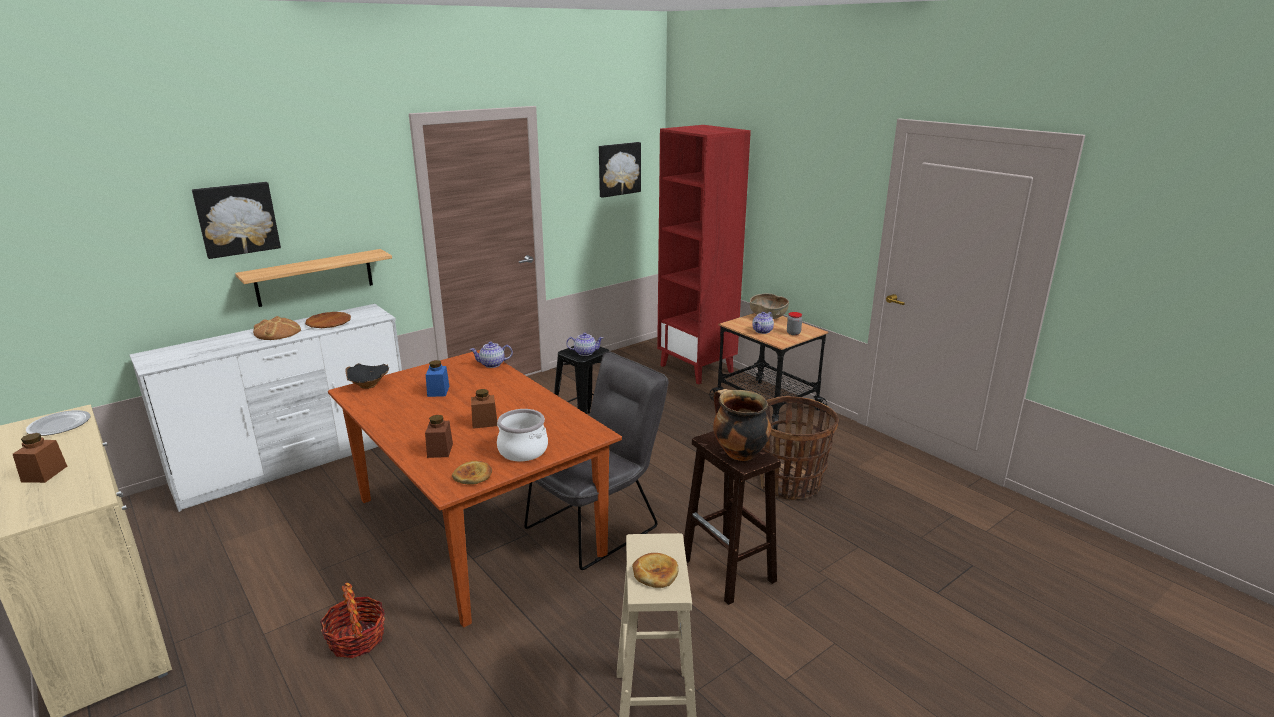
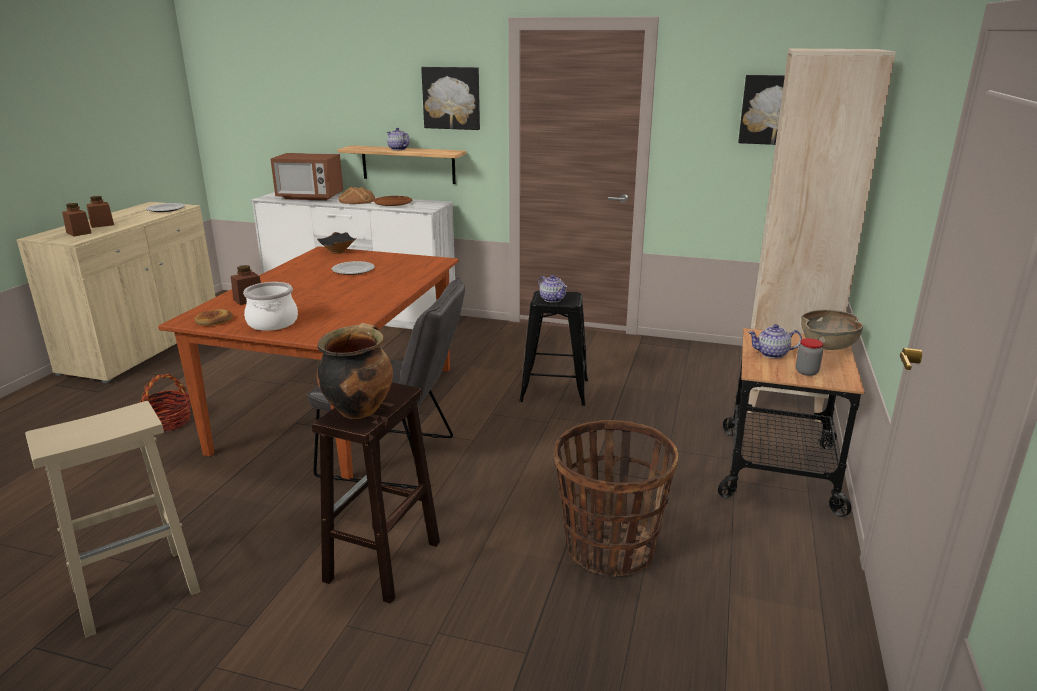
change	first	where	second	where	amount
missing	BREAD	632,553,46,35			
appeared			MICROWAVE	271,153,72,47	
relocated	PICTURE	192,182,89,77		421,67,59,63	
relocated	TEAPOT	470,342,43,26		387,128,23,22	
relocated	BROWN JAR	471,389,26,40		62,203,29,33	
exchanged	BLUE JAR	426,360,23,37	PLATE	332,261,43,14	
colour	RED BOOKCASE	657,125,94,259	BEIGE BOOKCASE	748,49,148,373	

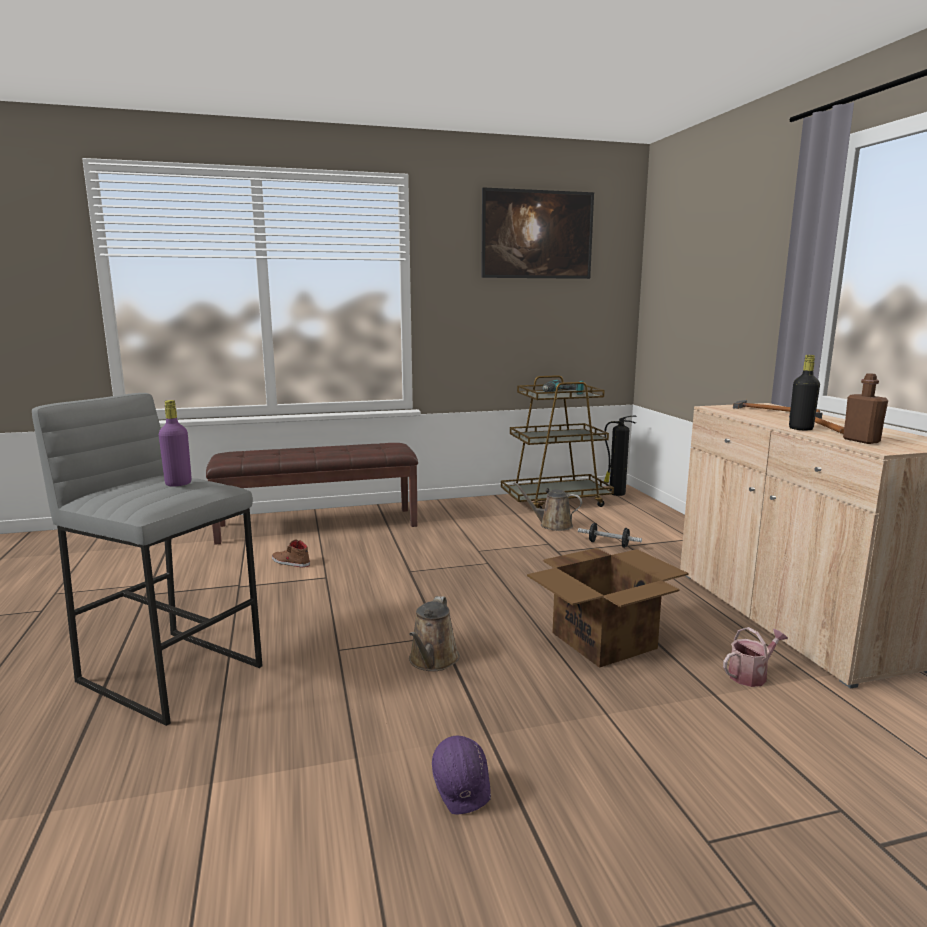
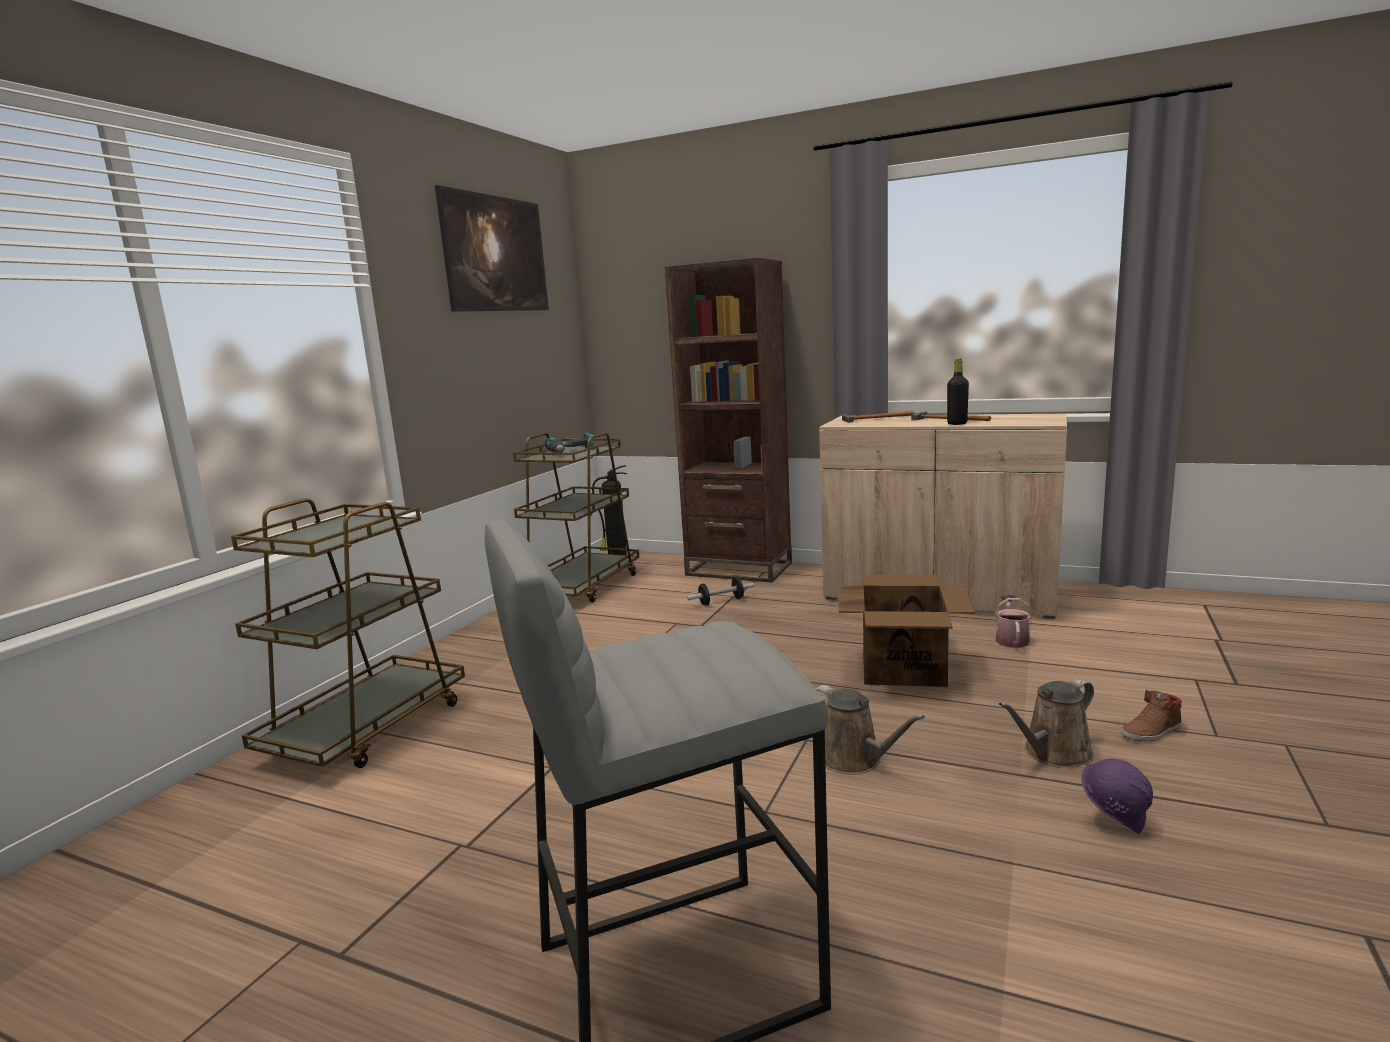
change	first	where	second	where	amount
missing	PURPLE BOTTLE	159,400,33,87			
missing	BROWN BOTTLE	843,373,45,71			
appeared			BROWN BOOKCASE	665,258,127,325	
relocated	BROWN SHOE	272,539,38,29		1121,690,61,51	
relocated	BROWN WATERING CAN	513,482,69,49		999,679,95,88	
exchanged	BROWN BENCH	206,443,212,102	BROWN CART	231,498,234,270	

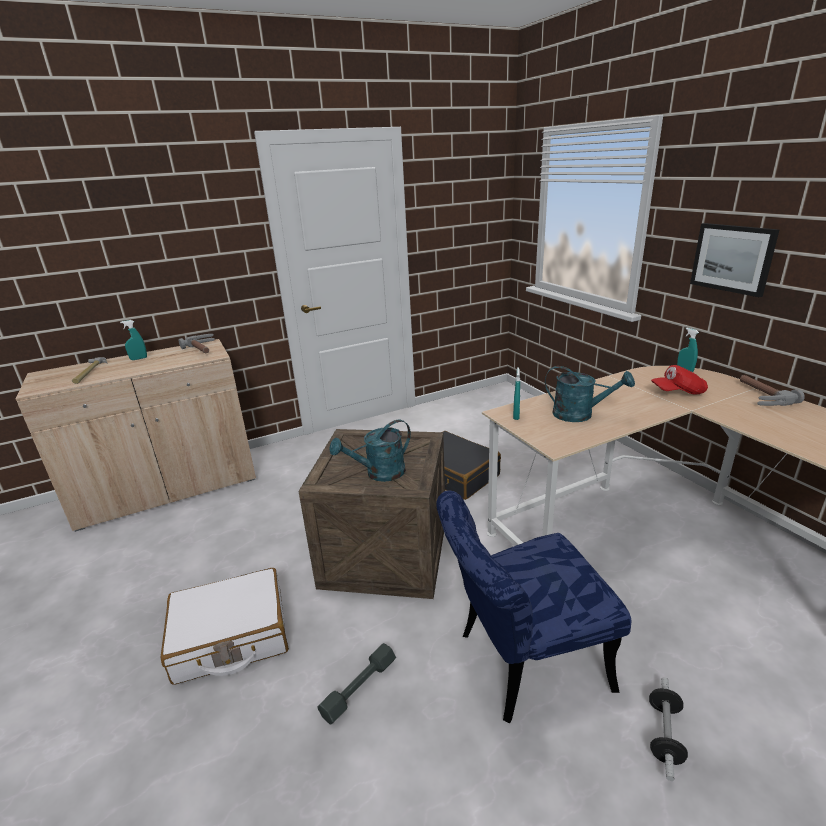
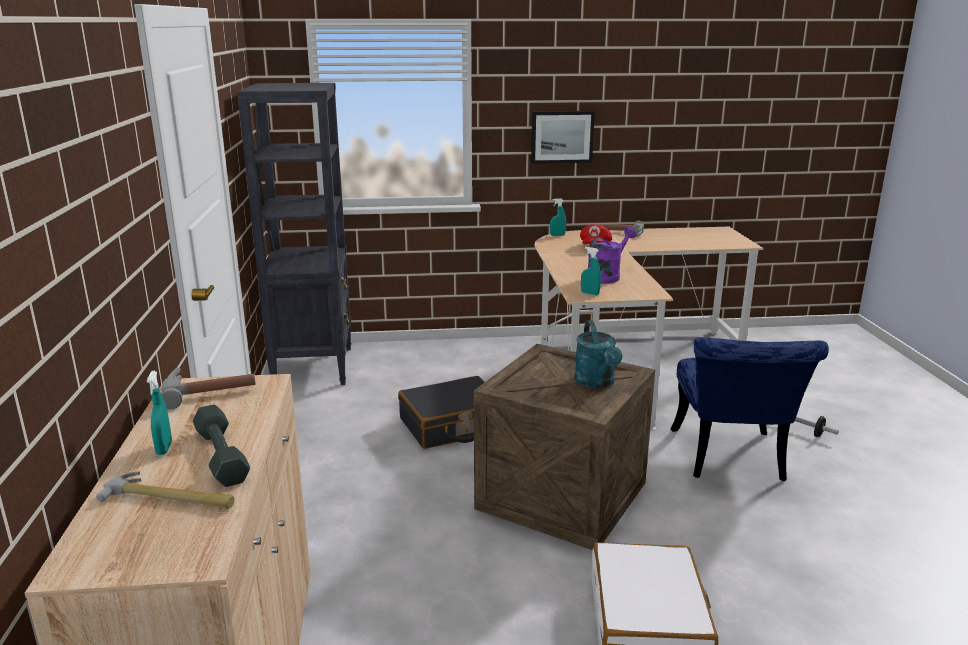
change	first	where	second	where	amount
appeared			BLACK BOOKCASE	237,83,114,302	
relocated	GREY DUMBBELL	317,643,79,82		193,405,57,82	
colour	TURQUOISE WATERING CAN	545,366,90,56	PURPLE WATERING CAN	588,226,49,58	

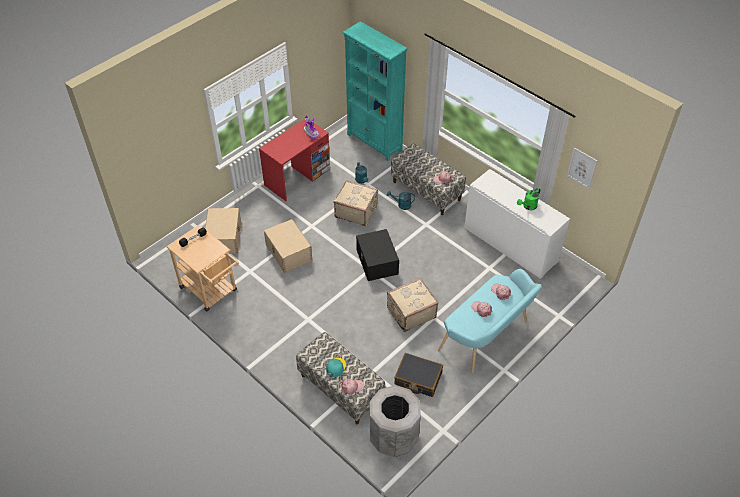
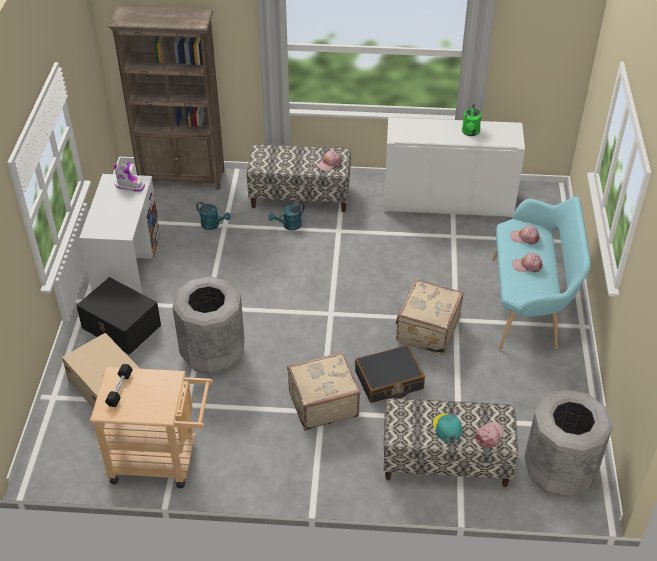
change	first	where	second	where	amount
missing	PICTURE	567,147,31,42			
relocated	BEIGE SUITCASE	334,180,44,46		287,352,74,79	
relocated	BLACK STORAGE BOX	356,229,43,52		76,277,85,78	
relocated	BLACK SUITCASE	394,353,49,44		355,345,70,58	
exchanged	BEIGE STORAGE BOX	264,219,48,54	GREY TRASH CAN	172,276,73,99	
colour	RED DESK	259,119,71,82	WHITE DESK	79,174,81,120	
colour	TURQUOISE BOOKCASE	342,21,66,140	BROWN BOOKCASE	109,7,115,183	

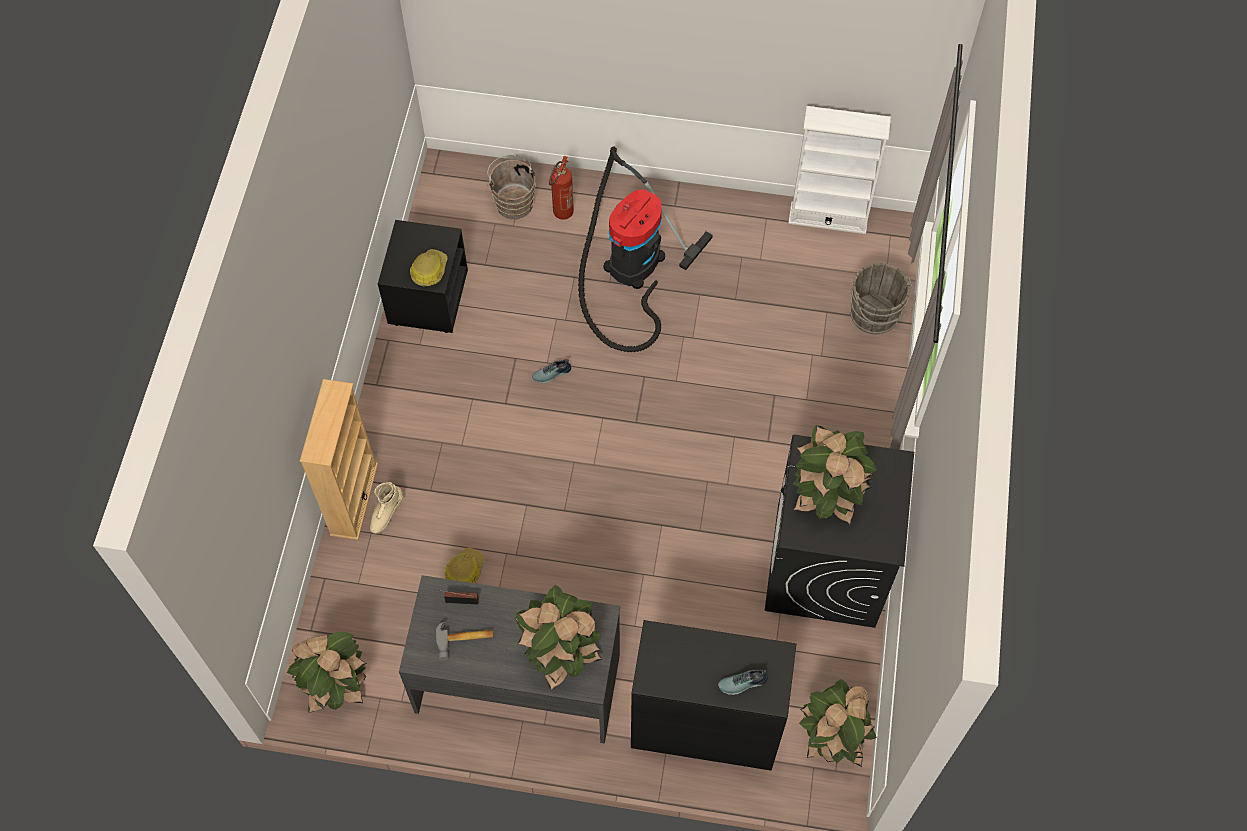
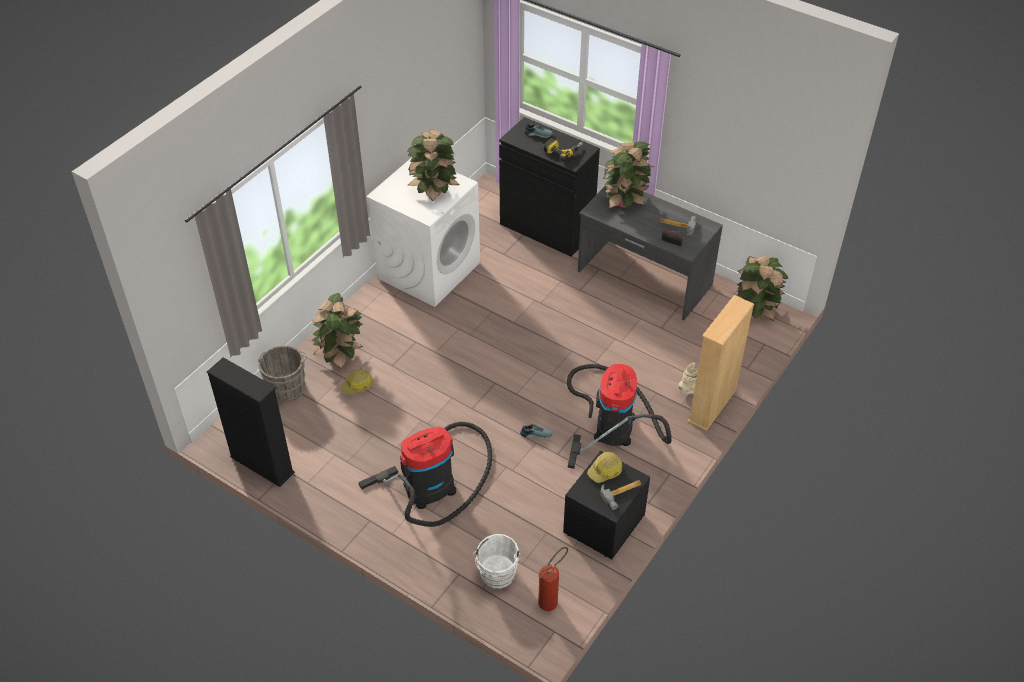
change	first	where	second	where	amount
appeared			POWER DRILL	543,138,40,23	
appeared			VACUUM CLEANER	567,364,105,105	
appeared			HAMMER	600,480,41,30	
relocated	HARD HAT	444,547,41,37		340,369,33,26	
relocated	FIRE EXTINGUISHER	549,156,25,64		538,547,30,64	
relocated	POTTED PLANT	799,679,78,88		311,293,52,76	
colour	BROWN BUCKET	487,154,49,65	WHITE BUCKET	473,534,48,55	
colour	BLACK WASHING MACHINE	765,435,149,193	WHITE WASHING MACHINE	366,158,114,149	
colour	WHITE BOOKCASE	788,106,103,128	BLACK BOOKCASE	207,357,88,130	

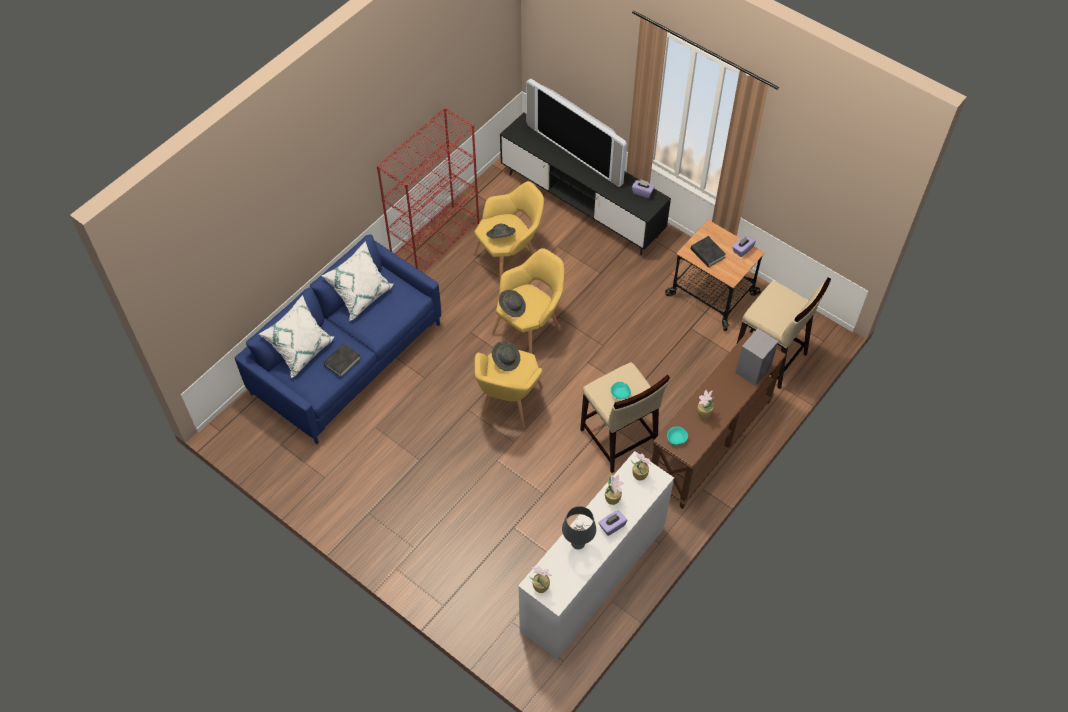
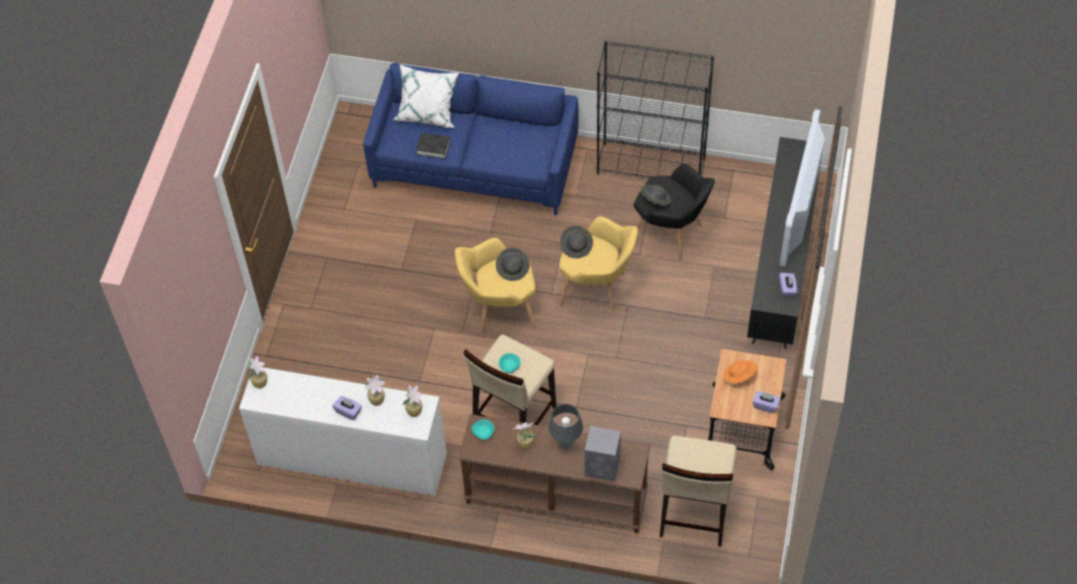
change	first	where	second	where	amount
missing	WHITE PILLOW	322,241,71,80			
relocated	GREY TABLE LAMP	562,506,34,43		549,404,34,45	
exchanged	BLACK BOOK	691,236,35,31	ORANGE HAT	723,360,34,23	
colour	RED BOOKCASE	377,107,102,165	BLACK BOOKCASE	597,41,117,137	
colour	YELLOW ARMCHAIR	473,181,71,99	BLACK ARMCHAIR	634,163,81,96	

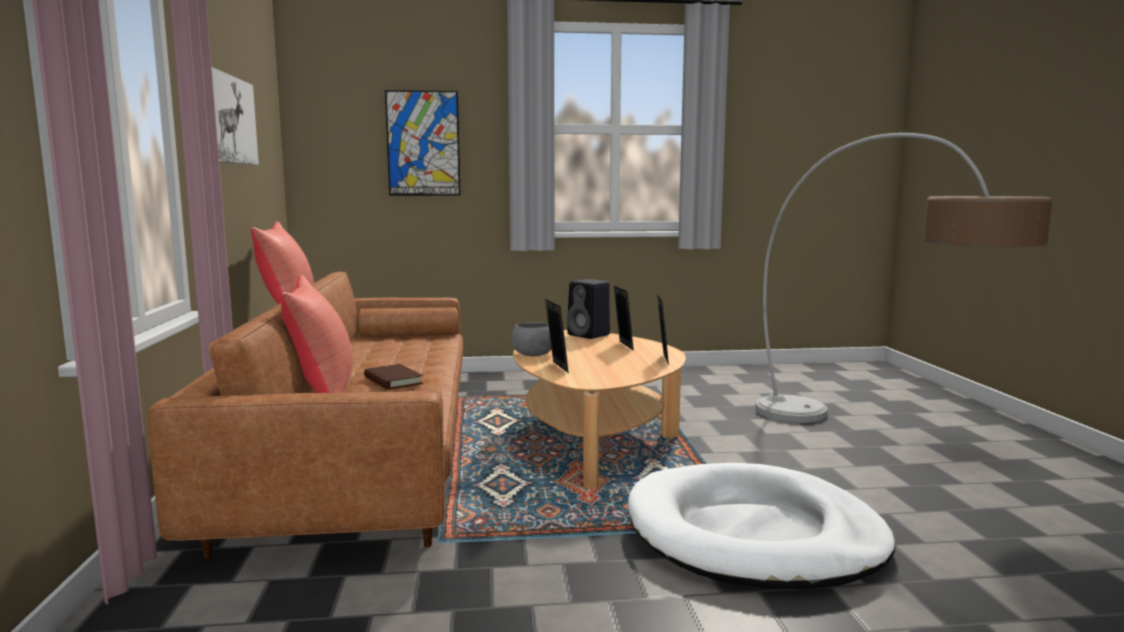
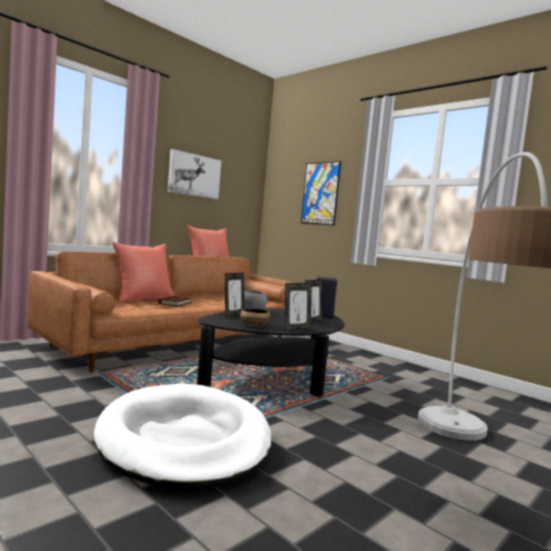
change	first	where	second	where	amount
appeared			BOWL	240,308,30,19	
colour	BEIGE COFFEE TABLE	513,330,173,159	BLACK COFFEE TABLE	197,308,148,89	

